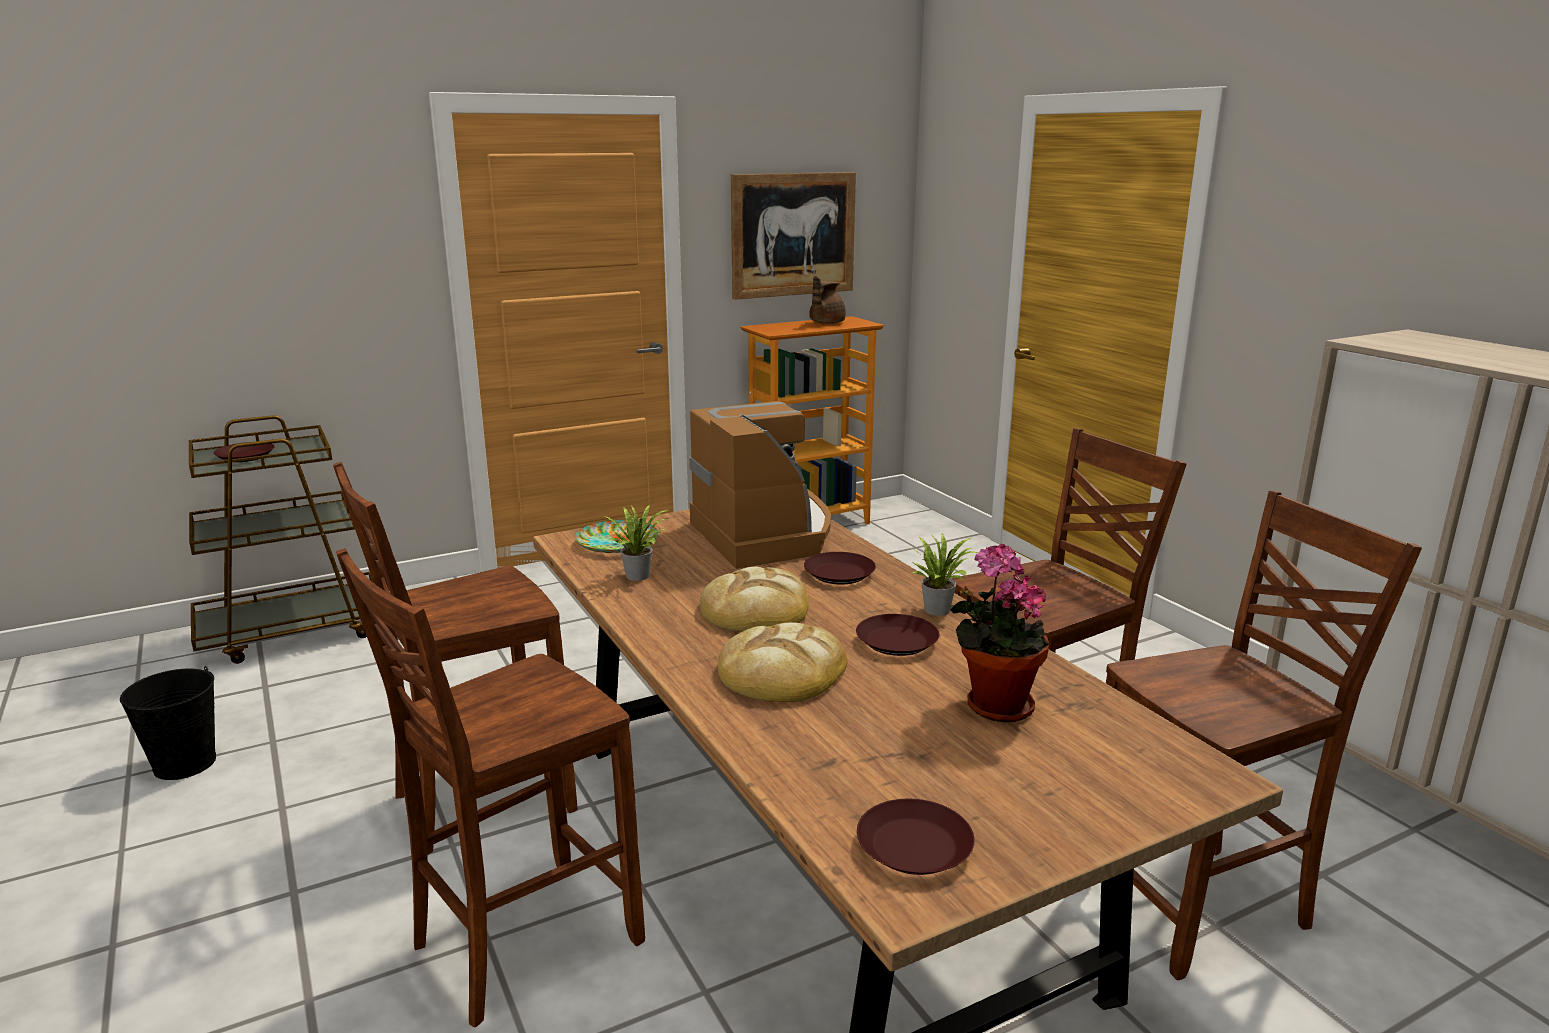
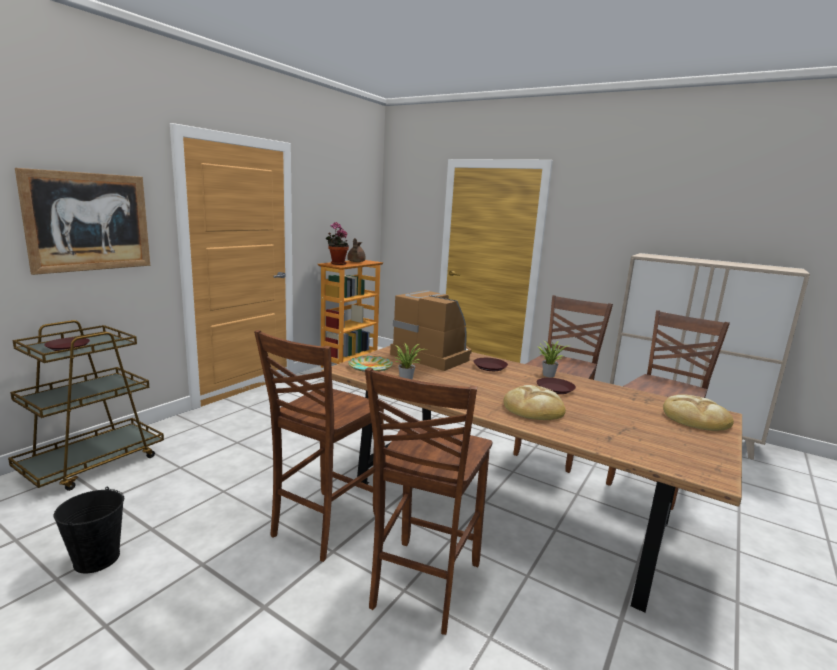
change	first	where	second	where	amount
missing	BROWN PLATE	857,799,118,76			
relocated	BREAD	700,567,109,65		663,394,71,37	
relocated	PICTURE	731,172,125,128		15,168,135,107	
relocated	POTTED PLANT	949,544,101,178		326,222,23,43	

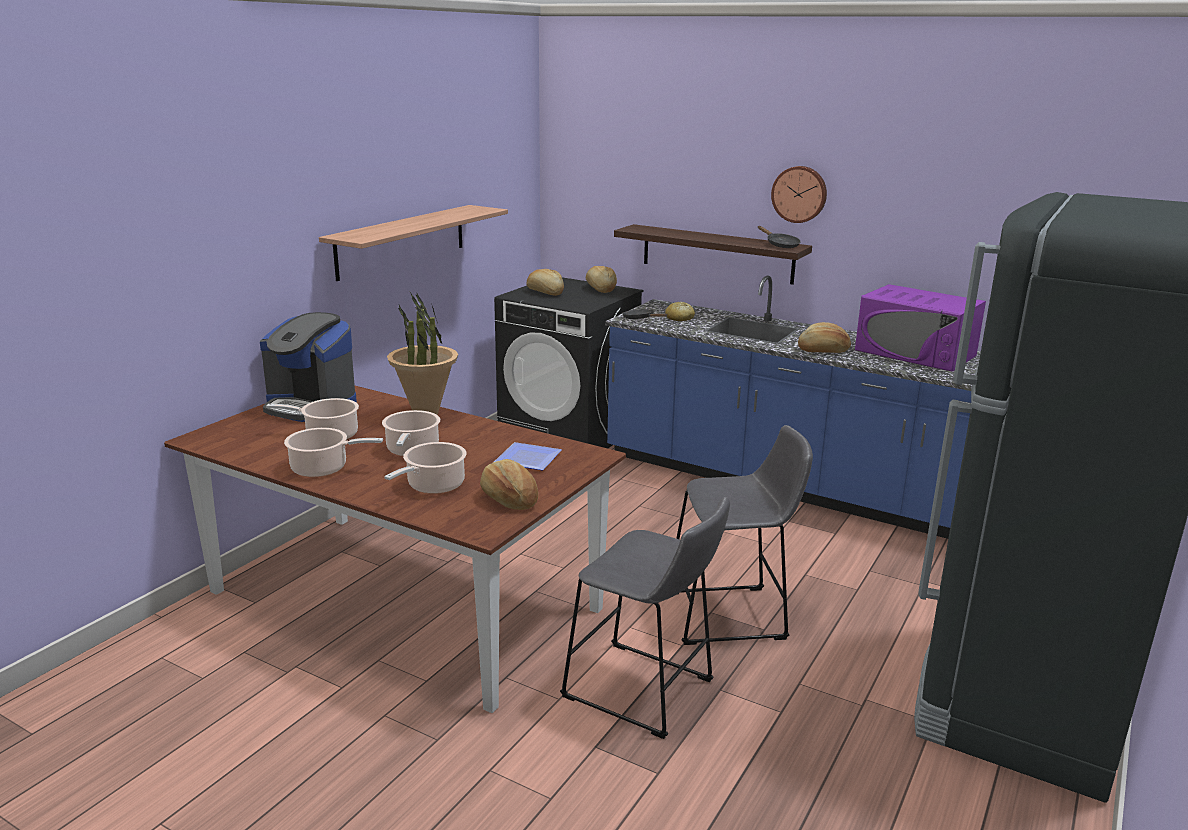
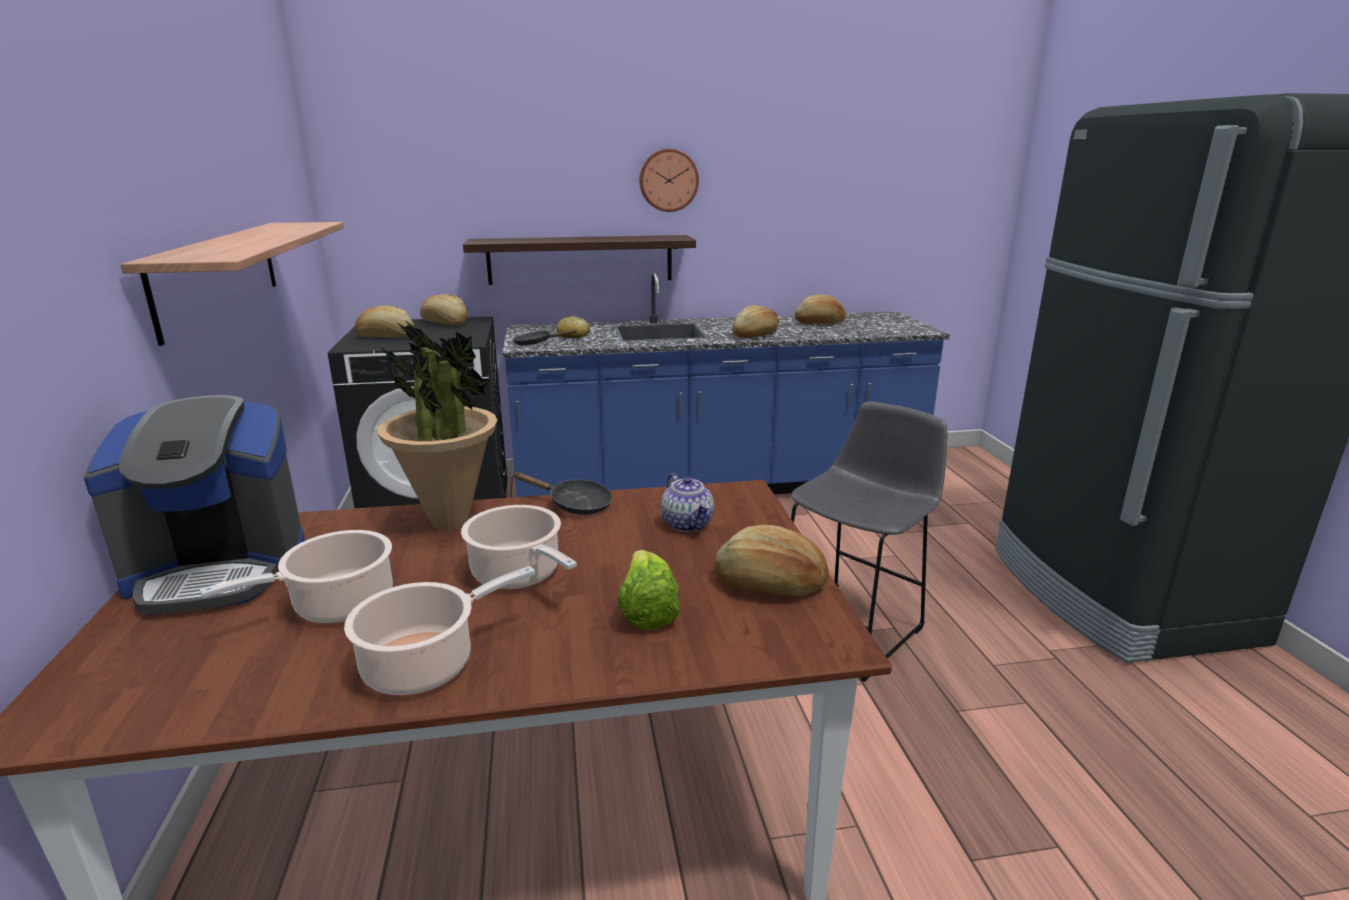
change	first	where	second	where	amount
missing	GREY STOOL	560,497,170,242			
relocated	BLACK FRYING PAN	758,226,43,22		513,472,100,43	
exchanged	COOKING POT	384,442,83,52	LETTUCE	617,550,63,80	
exchanged	PLATE	494,442,68,28	TEAPOT	661,474,53,58	
exchanged	PURPLE MICROWAVE	855,284,131,88	BREAD	795,295,51,29	

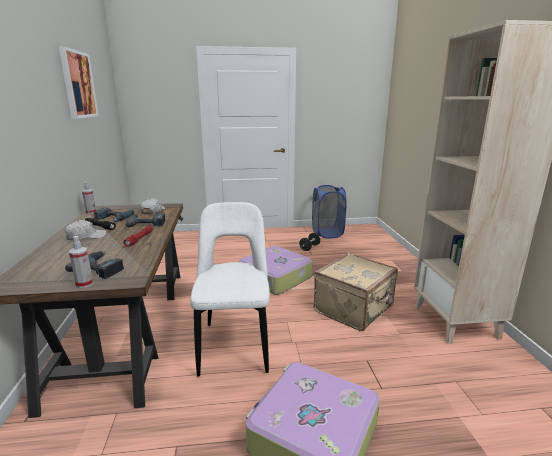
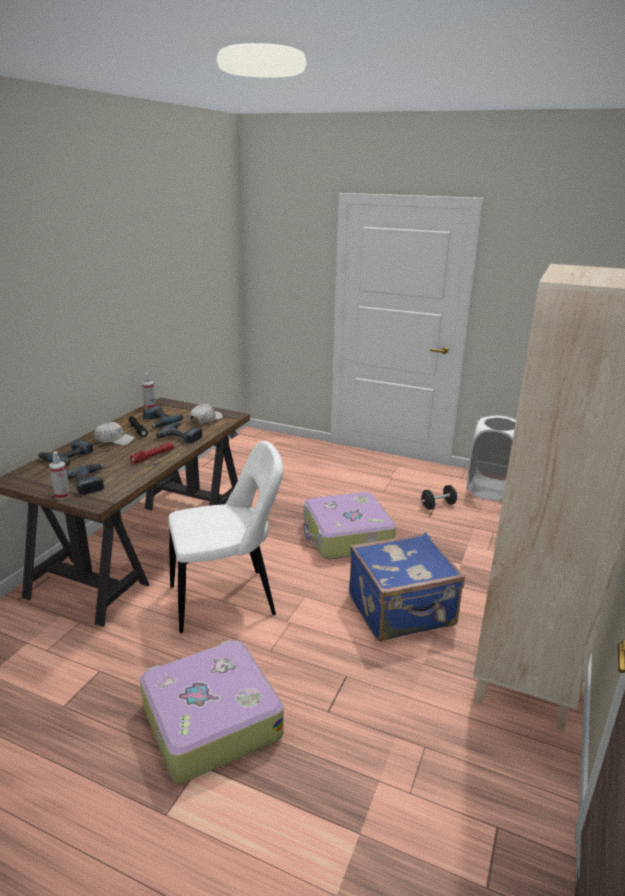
change	first	where	second	where	amount
missing	PICTURE	59,46,40,73			
appeared			POWER DRILL	38,439,55,27	
colour	BLUE LAUNDRY BASKET	312,185,34,53	WHITE LAUNDRY BASKET	467,414,49,87	
colour	BEIGE SUITCASE	314,253,84,78	BLUE SUITCASE	349,532,116,109	
spun	WHITE CHAIR	190,202,80,175		168,441,115,192	45 degrees clockwise

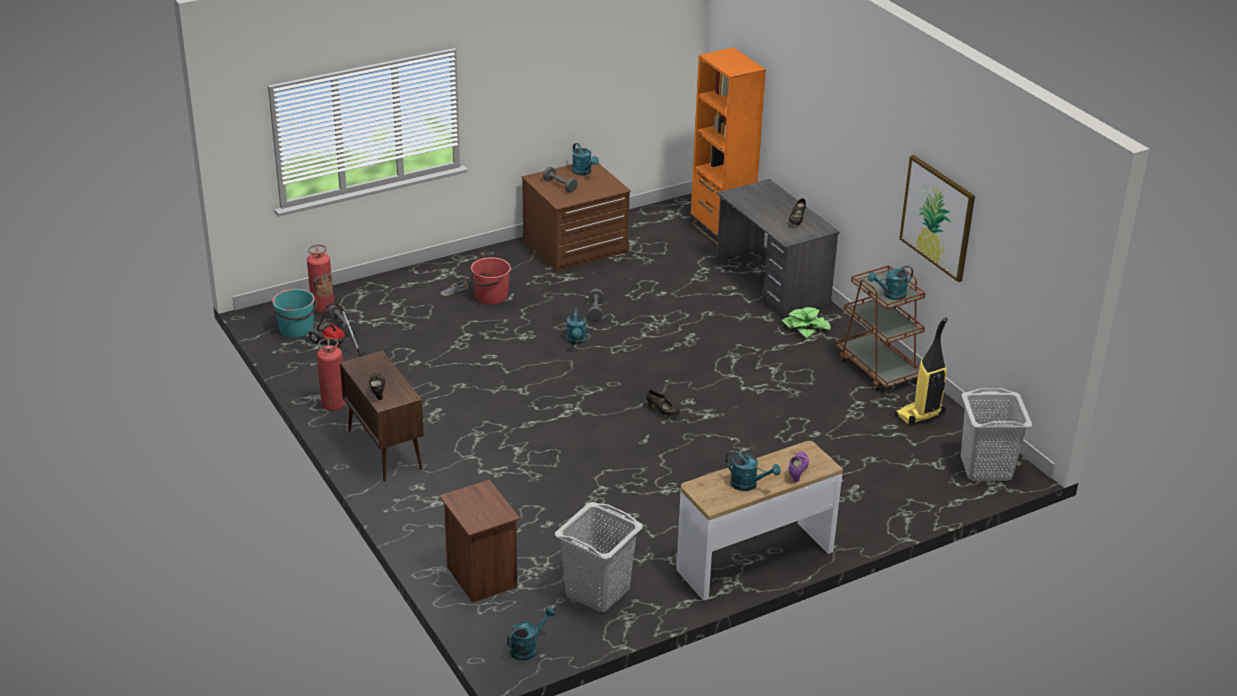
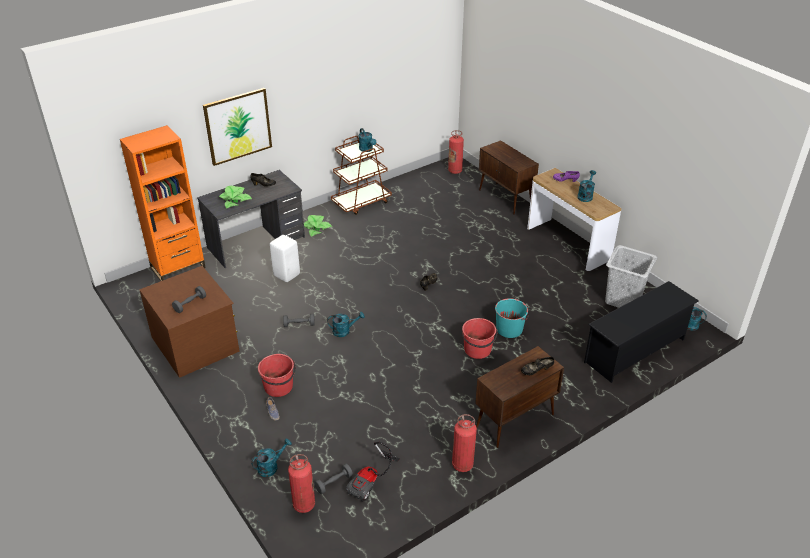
change	first	where	second	where	amount
missing	VACUUM CLEANER	894,317,54,109			
appeared			POTTED PLANT	219,186,33,23	
appeared			WHITE STOOL	270,235,30,47	
appeared			RED BUCKET	462,318,36,41	
appeared			BROWN CABINET	479,140,60,74	
relocated	TURQUOISE BUCKET	272,289,45,49		495,298,34,40	
relocated	TURQUOISE WATERING CAN	572,143,27,32		251,439,41,38	
relocated	PICTURE	899,155,76,127		203,88,69,78	
exchanged	BROWN NIGHTSTAND	439,480,81,123	BLACK SHOE RACK	584,281,115,102	
exchanged	GREY LAUNDRY BASKET	961,388,71,93	FIRE EXTINGUISHER	448,130,16,44	

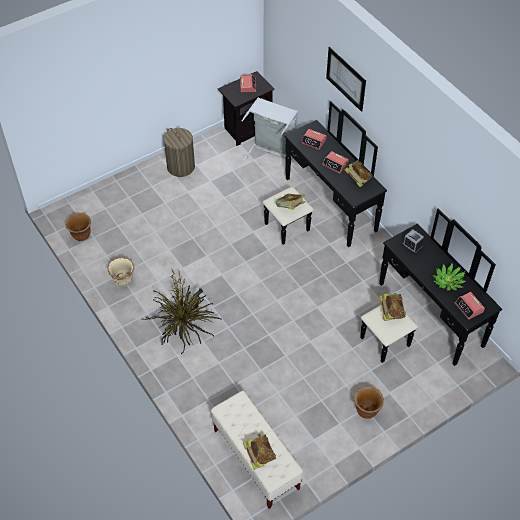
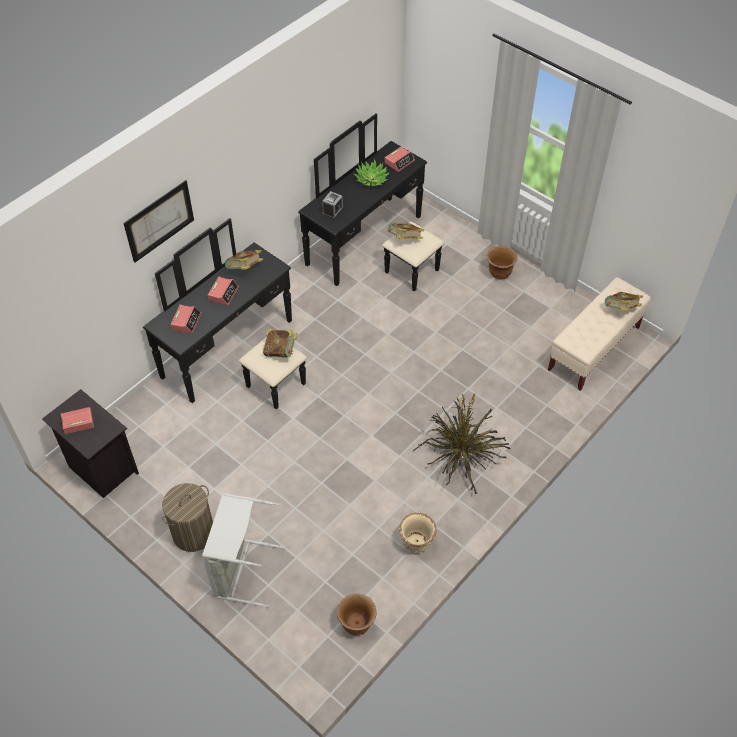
change	first	where	second	where	amount
relocated	GREY LAUNDRY BASKET	241,97,57,79		202,493,83,114	

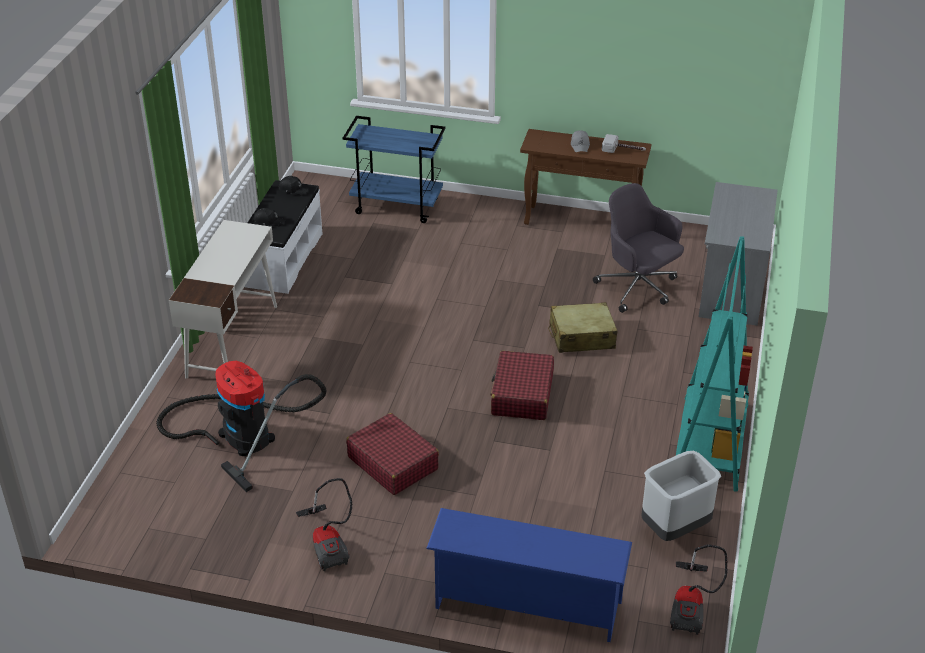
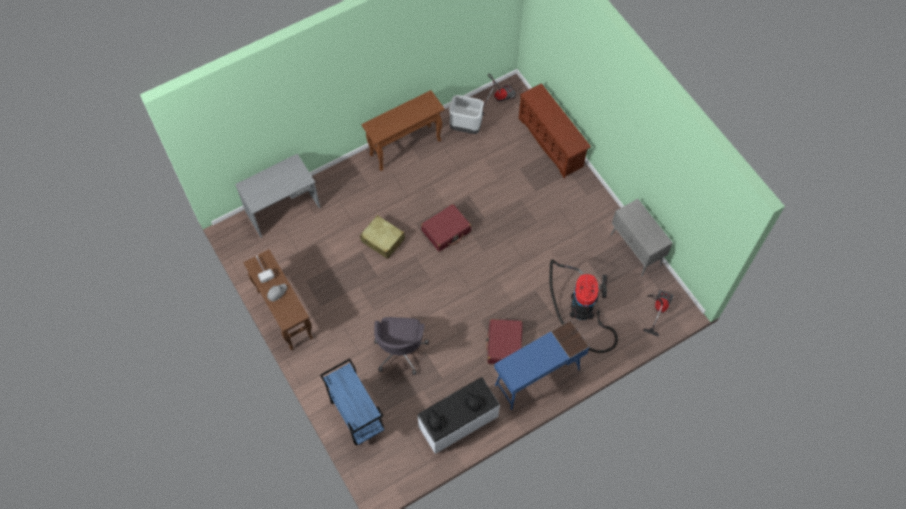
change	first	where	second	where	amount
appeared			GREY CABINET	610,199,63,78	
relocated	VACUUM CLEANER	296,478,56,93		643,290,31,47	
relocated	RED SUITCASE	346,413,93,82		486,319,37,45	
relocated	GREY OFFICE CHAIR	593,183,91,130		374,317,55,58	
exchanged	TURQUOISE BOOKCASE	676,236,77,256	BROWN CONSOLE TABLE	361,90,84,81	
colour	WHITE DESK	168,220,109,159	BLUE DESK	494,320,95,90	
colour	BLUE SHOE RACK	426,508,206,134	BROWN SHOE RACK	519,83,72,96	

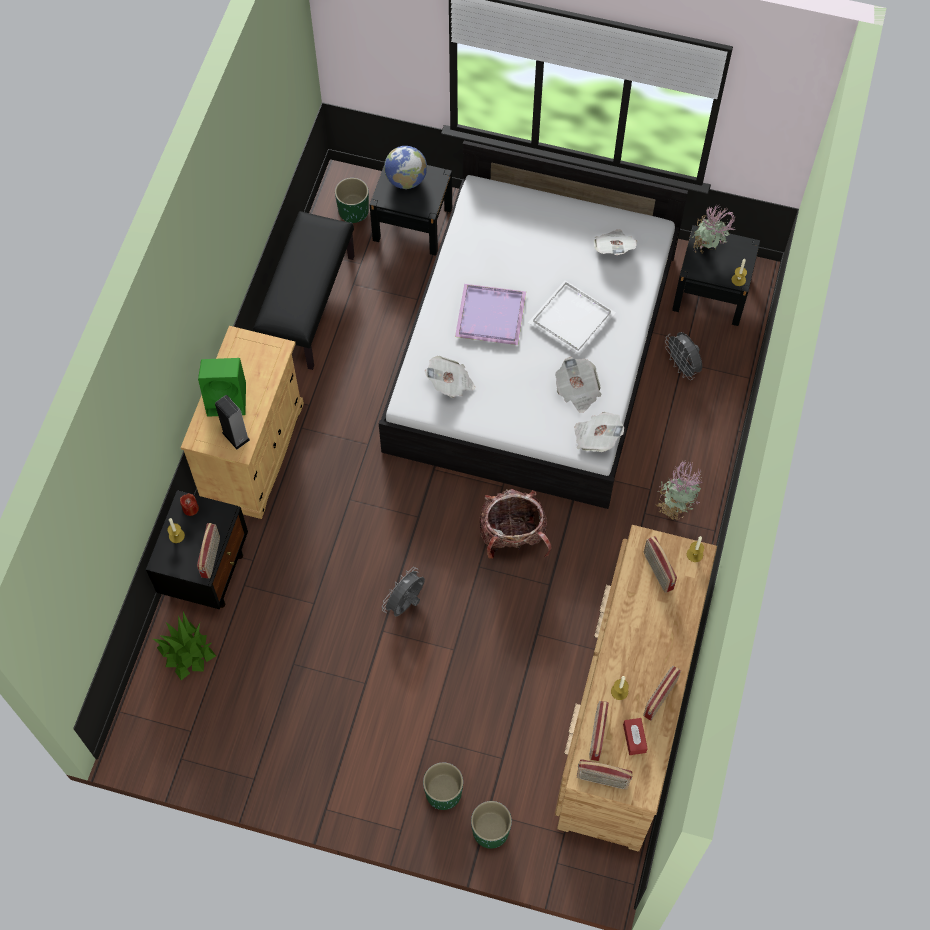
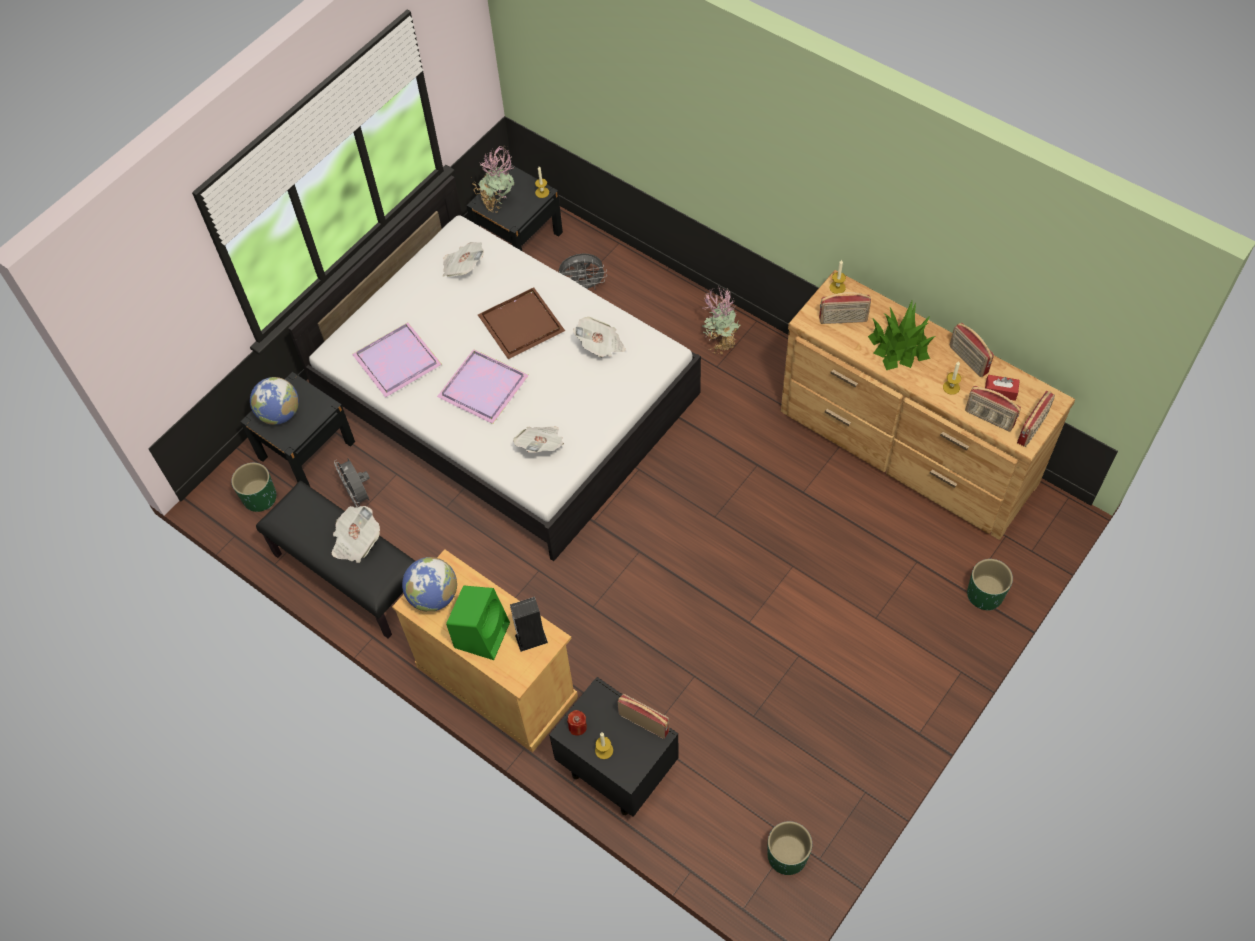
change	first	where	second	where	amount
missing	BACKPACK	479,489,73,70			
appeared			PURPLE TRAY	352,322,90,76	
appeared			GLOBE	402,557,55,55	
relocated	POTTED PLANT	153,612,63,68		868,301,68,69	
relocated	GREY FAN	382,567,43,49		334,458,36,49	
relocated	GREEN PLANTER	423,763,40,47		768,821,44,54	
relocated	NEWSPAPER	574,412,50,40		332,506,48,57	
colour	WHITE TRAY	528,280,88,76	BROWN TRAY	478,287,87,72	

